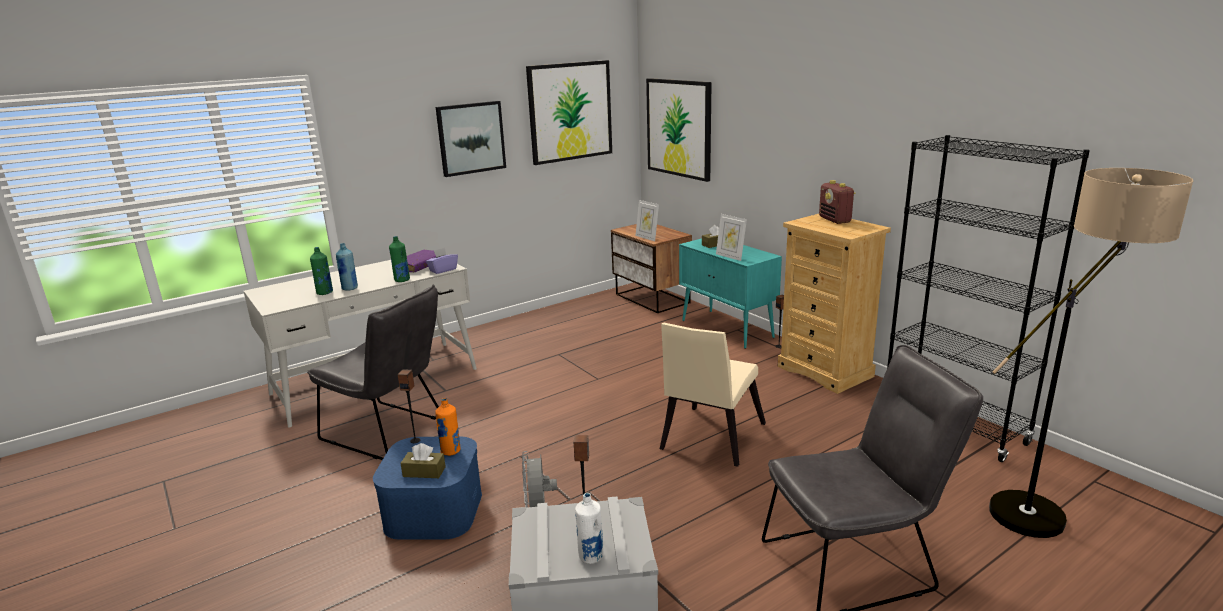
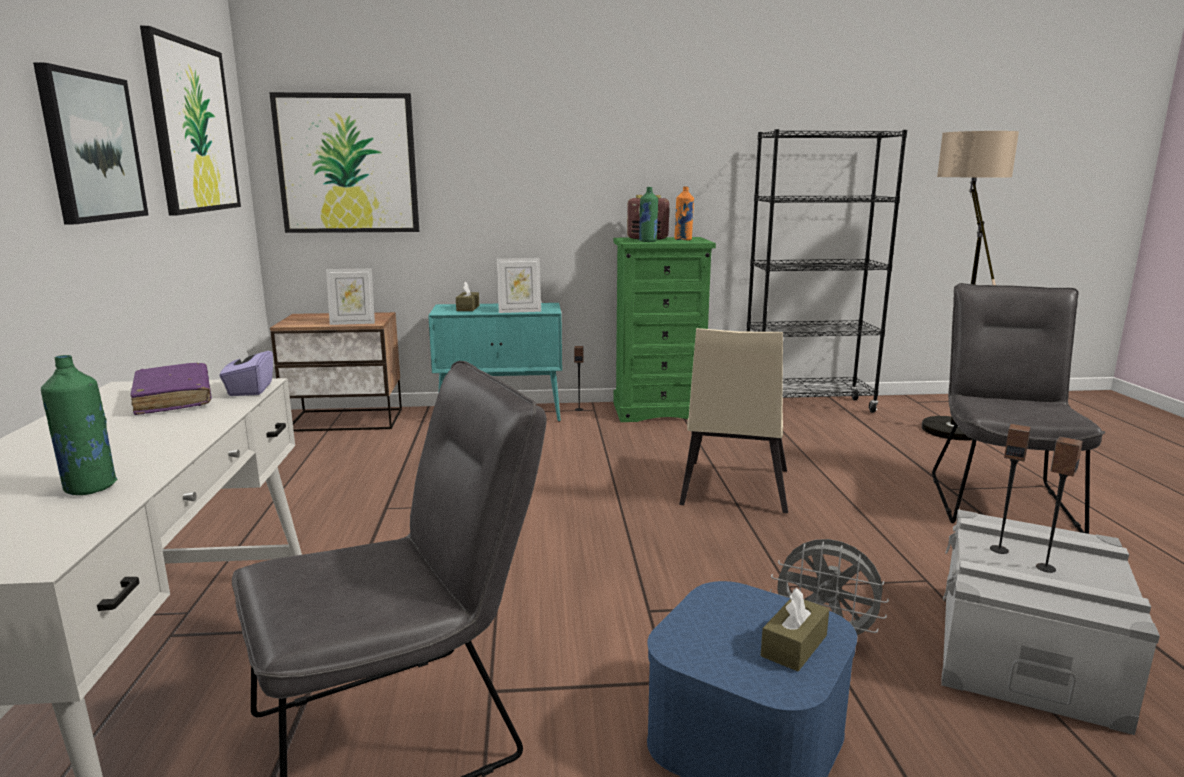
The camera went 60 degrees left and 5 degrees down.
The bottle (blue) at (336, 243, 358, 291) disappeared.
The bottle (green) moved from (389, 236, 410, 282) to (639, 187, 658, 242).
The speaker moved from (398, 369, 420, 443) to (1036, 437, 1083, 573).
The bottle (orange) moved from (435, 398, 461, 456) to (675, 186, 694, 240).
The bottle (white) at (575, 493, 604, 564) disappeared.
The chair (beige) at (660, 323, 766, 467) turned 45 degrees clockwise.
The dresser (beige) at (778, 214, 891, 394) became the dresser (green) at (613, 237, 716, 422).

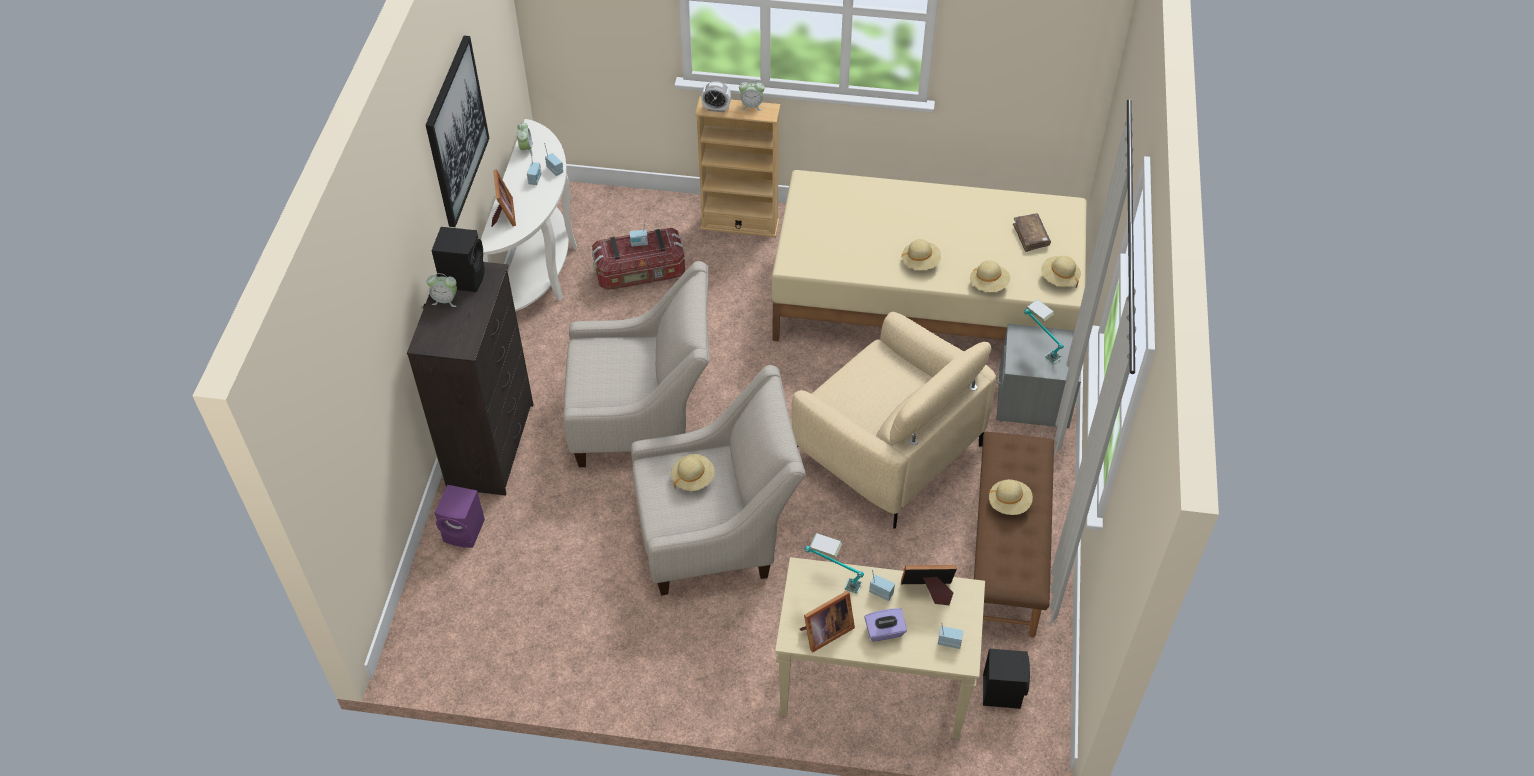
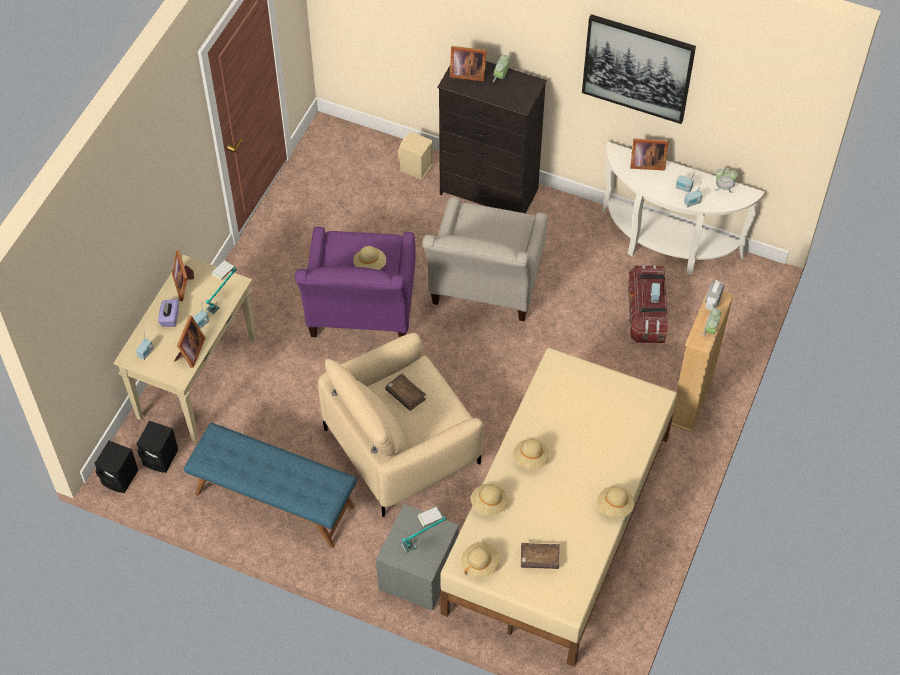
The camera went 105 degrees right and 5 degrees up.
The speaker (black) moved from (431, 227, 485, 292) to (94, 441, 138, 493).
The speaker (purple) at (435, 485, 485, 548) became the speaker (beige) at (398, 131, 433, 180).
The armchair (beige) at (631, 365, 806, 595) became the armchair (purple) at (295, 227, 416, 337).
The bench (brown) at (974, 432, 1054, 638) became the bench (blue) at (184, 423, 357, 548).
The hat (beige) moved from (988, 479, 1033, 515) to (597, 486, 634, 518).
The book (brown) at (385, 374, 426, 411) appeared.
The picture frame at (450, 46, 486, 81) appeared.

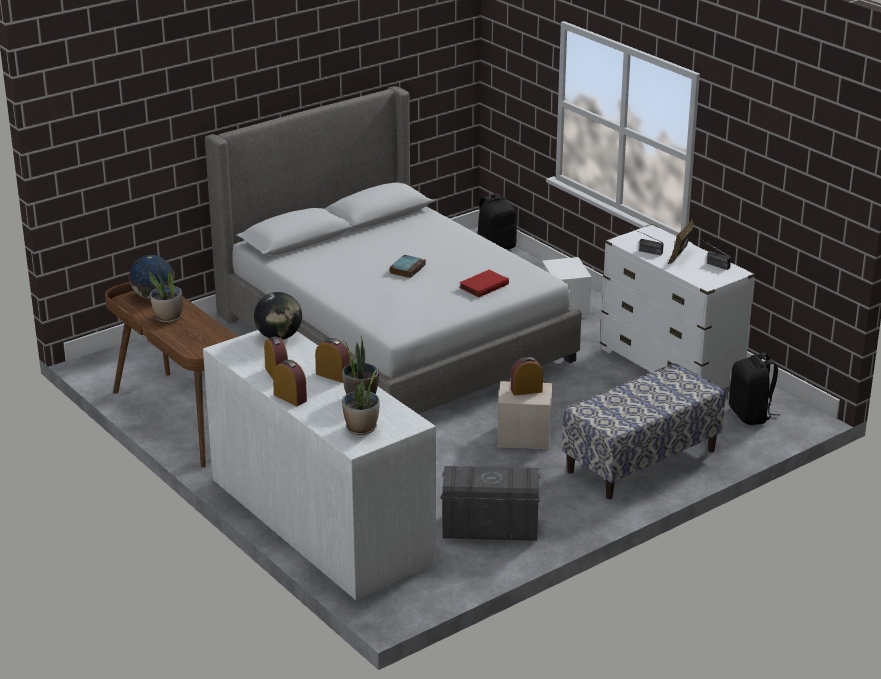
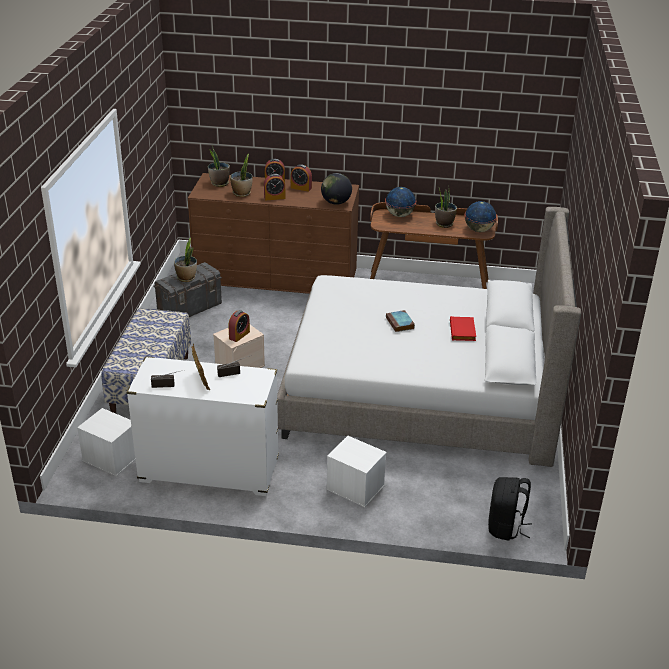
The camera went 135 degrees right and 5 degrees up.
The dresser (white) at (203, 330, 436, 600) became the dresser (brown) at (188, 173, 359, 294).
The book (red) moved from (459, 270, 509, 298) to (450, 316, 476, 341).
The backpack (black) at (729, 352, 780, 425) was replaced by the storage box (white) at (77, 408, 136, 476).
The potted plant at (174, 238, 197, 282) appeared.
The globe at (385, 187, 416, 217) appeared.

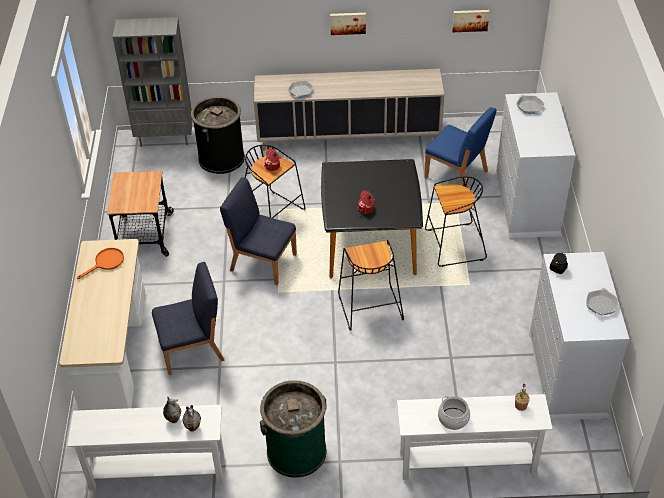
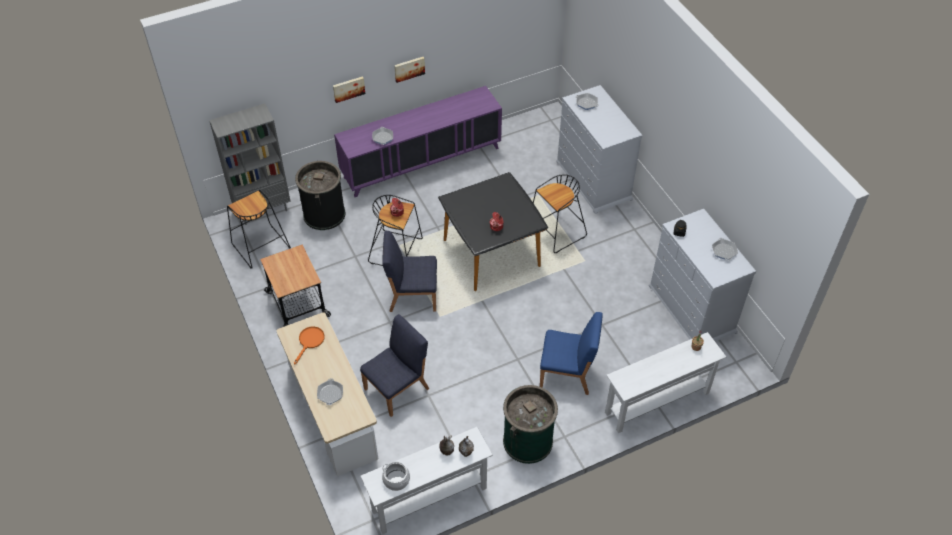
The camera went 25 degrees left and 5 degrees up.
The cabinet (beige) at (254, 69, 444, 151) became the cabinet (purple) at (334, 86, 502, 197).
The stool (black) moved from (338, 240, 404, 331) to (227, 190, 291, 269).
The chair (blue) moved from (425, 107, 496, 188) to (540, 312, 603, 395).
The cooking pot moved from (438, 396, 470, 430) to (382, 462, 410, 491).
The picture moved from (452, 10, 489, 32) to (333, 76, 365, 103).
The frying pan at (317, 378, 343, 405) appeared.

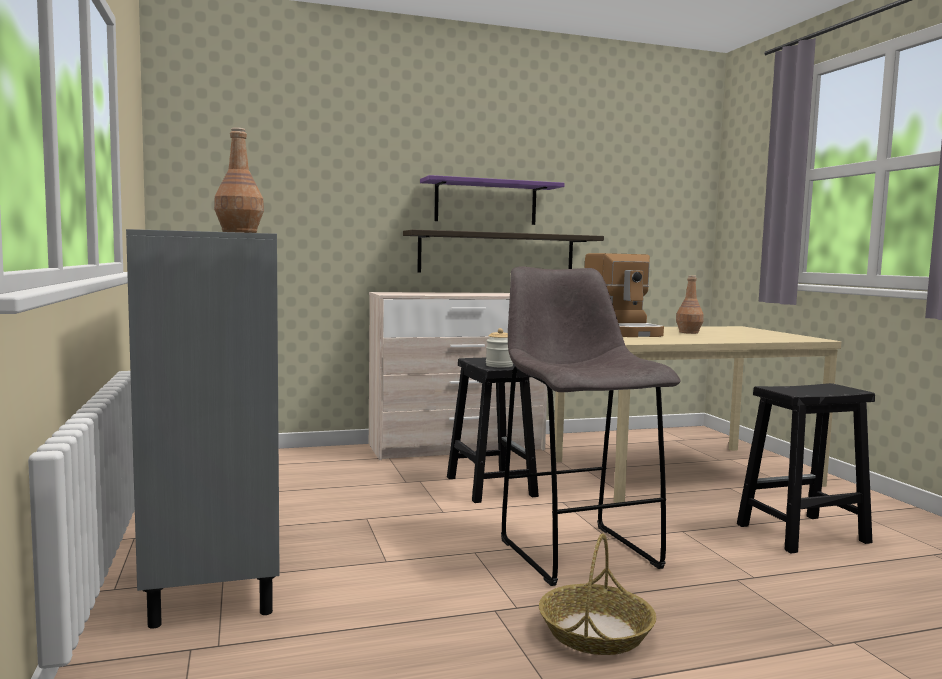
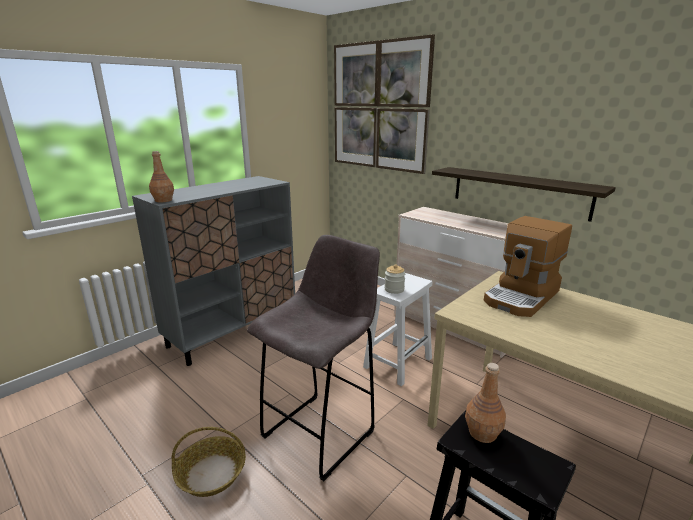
The camera went 60 degrees right and 15 degrees up.
The shelf (purple) at (420, 175, 564, 225) disappeared.
The stool (black) at (447, 358, 539, 503) became the stool (white) at (363, 273, 432, 386).
The bottle (brown) moved from (676, 275, 704, 334) to (465, 363, 506, 443).
The picture at (334, 34, 435, 174) appeared.

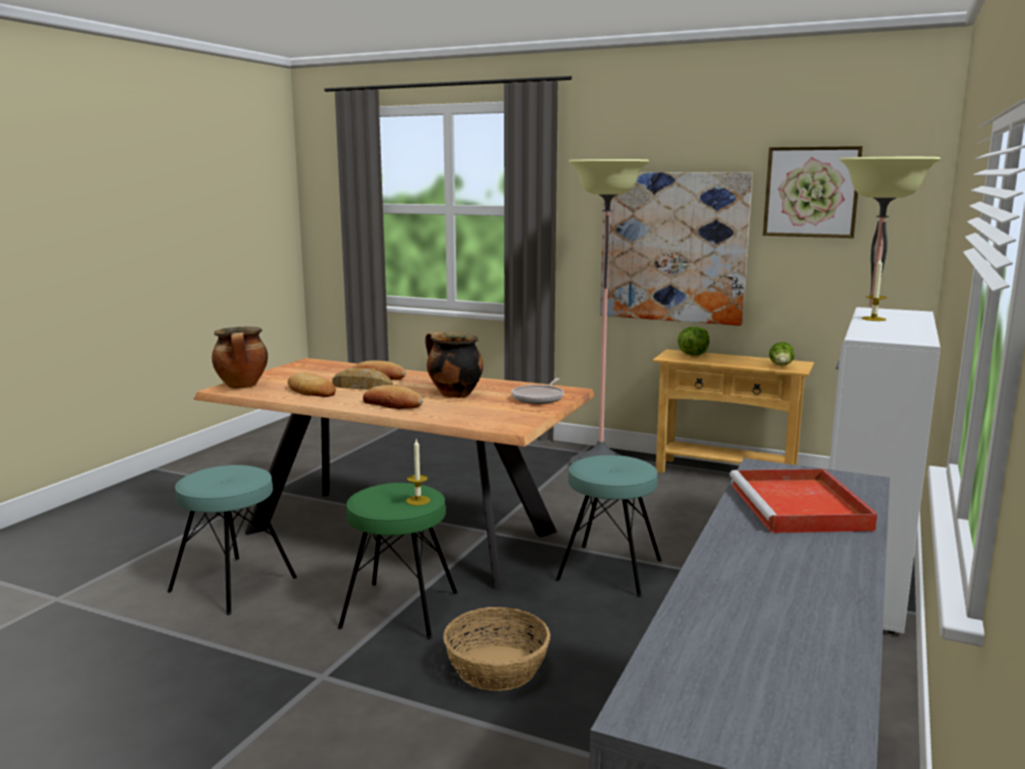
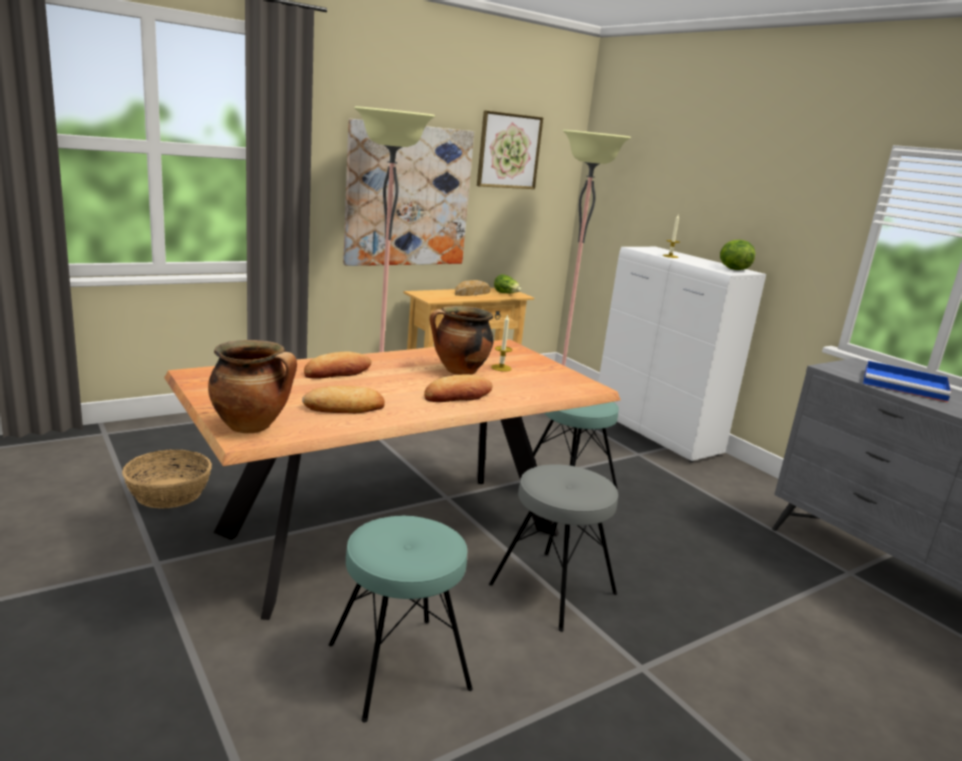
The camera went 60 degrees left and 5 degrees up.
The bread moved from (332, 368, 393, 390) to (455, 280, 491, 296).
The stool (green) at (338, 483, 458, 640) became the stool (grey) at (489, 464, 618, 632).
The candle moved from (406, 439, 430, 506) to (491, 314, 512, 372).
The basket moved from (443, 607, 550, 691) to (122, 450, 212, 508).
The frying pan at (512, 378, 564, 404) disappeared.
The lettuce moved from (678, 327, 709, 356) to (720, 240, 755, 270).
The tray (red) at (729, 469, 878, 533) became the tray (blue) at (863, 361, 951, 402).

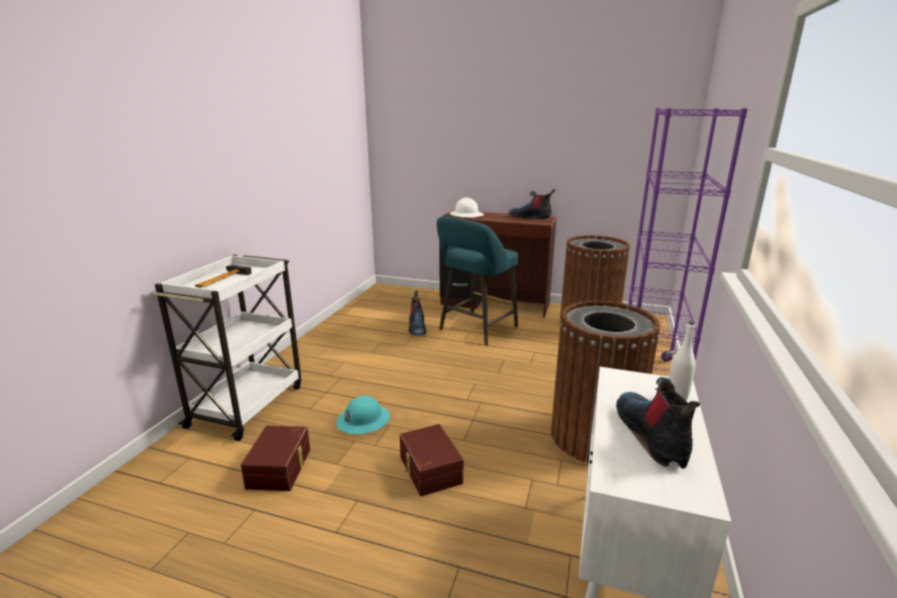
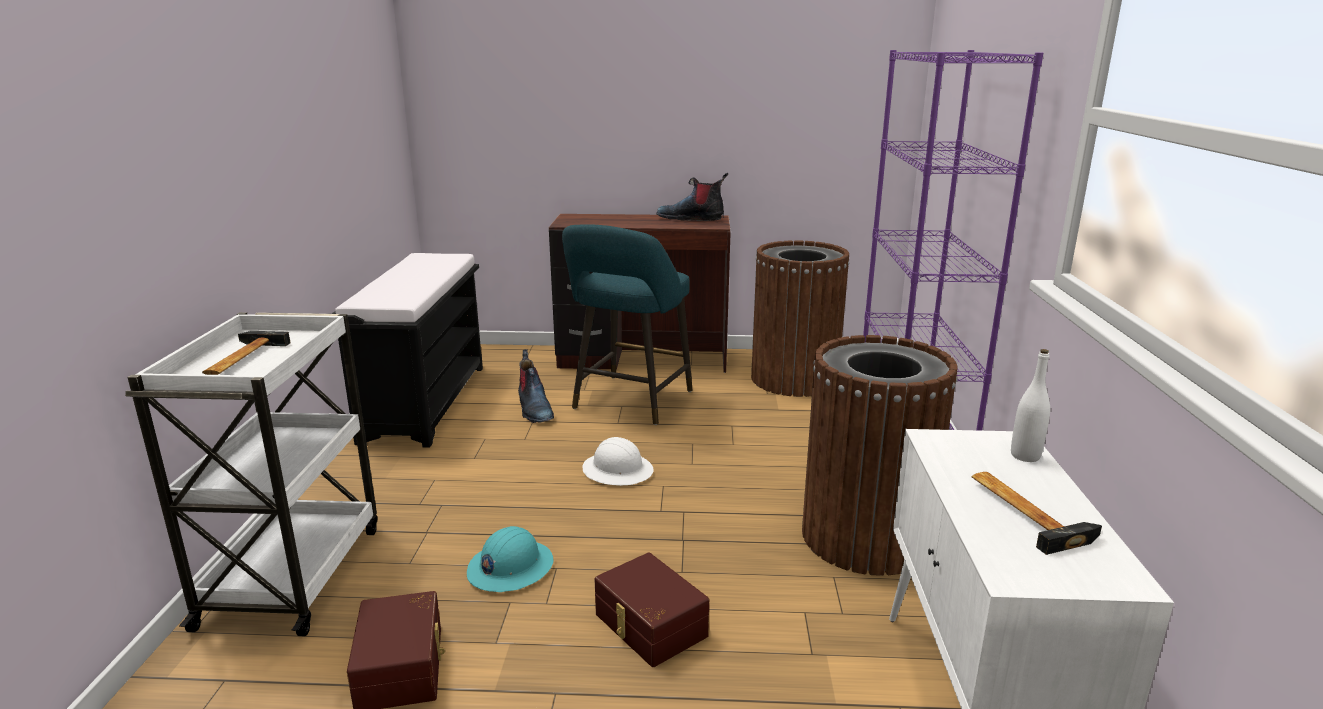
The camera went 15 degrees left and 0 degrees up.
The hard hat (white) moved from (450, 198, 484, 218) to (582, 437, 654, 486).
The boot at (616, 377, 700, 469) was replaced by the hammer at (972, 472, 1102, 555).
The bench (black) at (332, 253, 483, 448) appeared.

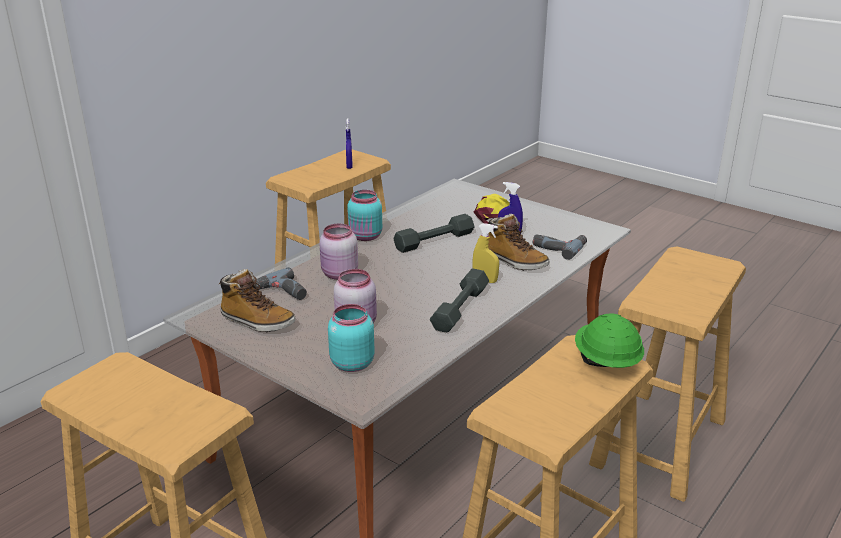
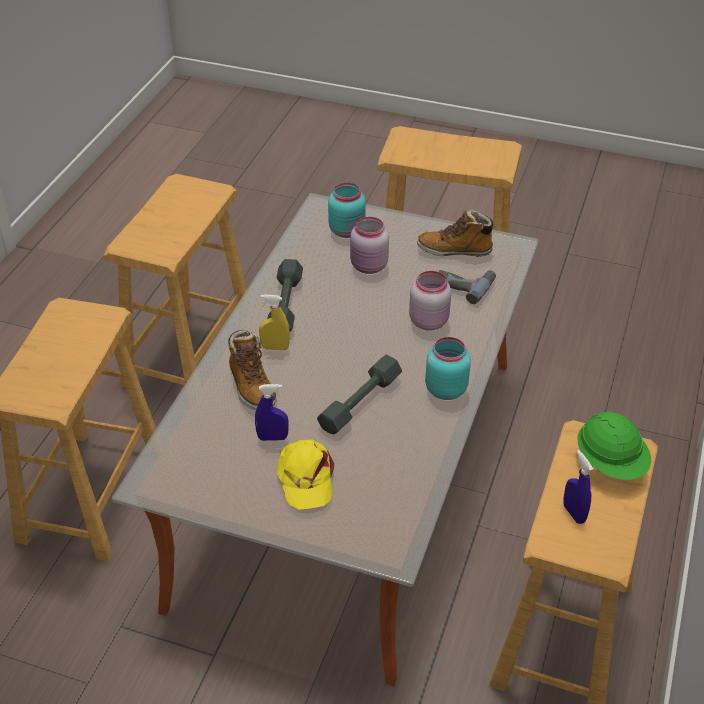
The camera went 160 degrees right and 15 degrees up.
The boot at (488, 214, 550, 271) turned 135 degrees counterclockwise.
The power drill at (533, 234, 587, 260) disappeared.
The hard hat (green) moved from (575, 313, 644, 368) to (577, 412, 651, 480).

